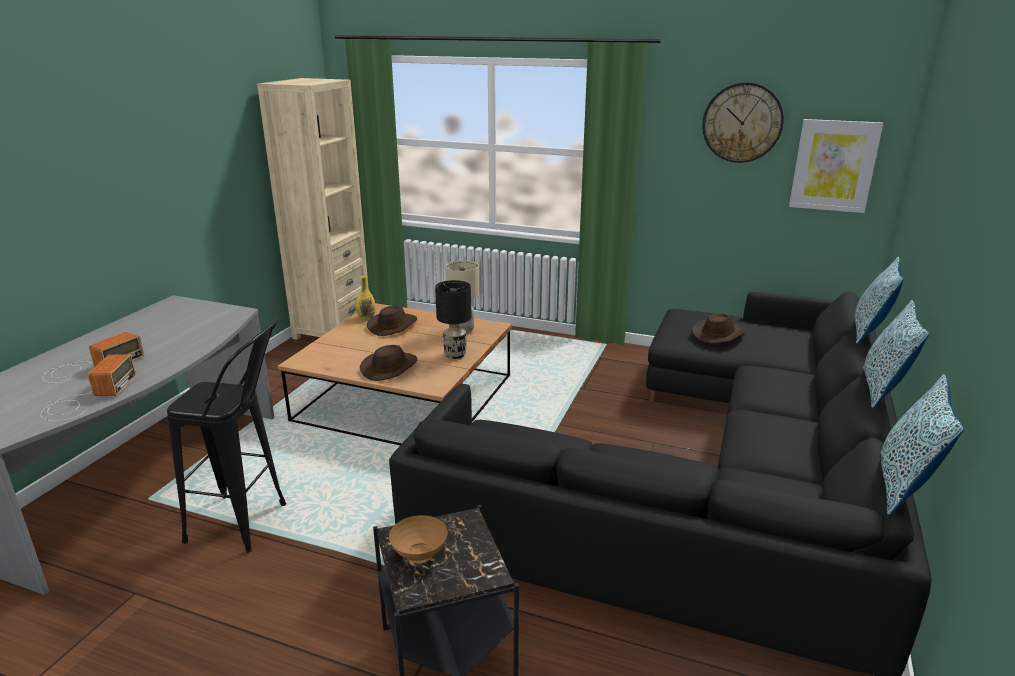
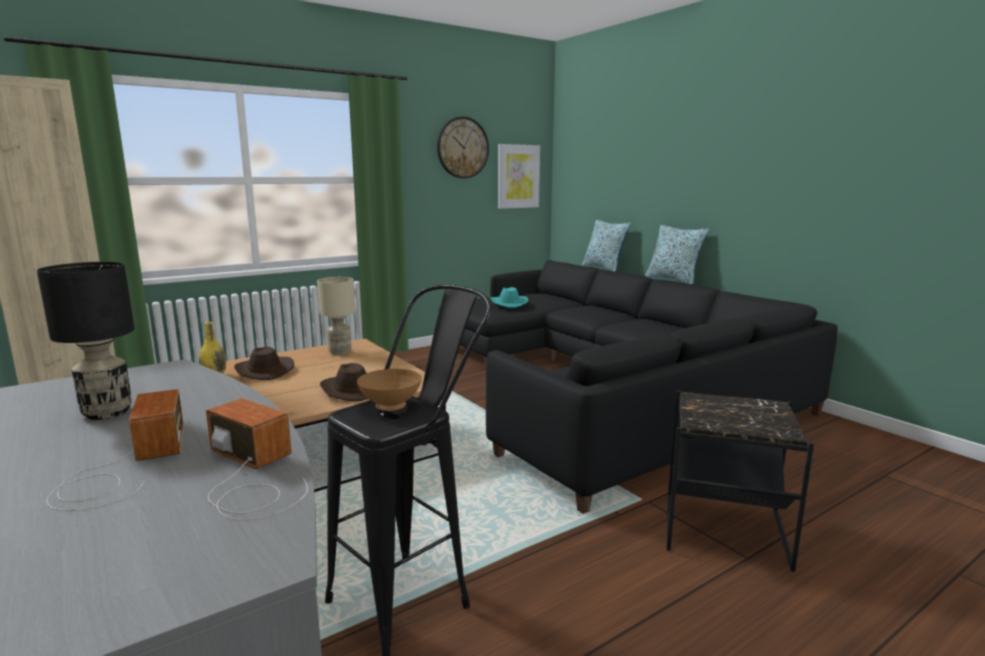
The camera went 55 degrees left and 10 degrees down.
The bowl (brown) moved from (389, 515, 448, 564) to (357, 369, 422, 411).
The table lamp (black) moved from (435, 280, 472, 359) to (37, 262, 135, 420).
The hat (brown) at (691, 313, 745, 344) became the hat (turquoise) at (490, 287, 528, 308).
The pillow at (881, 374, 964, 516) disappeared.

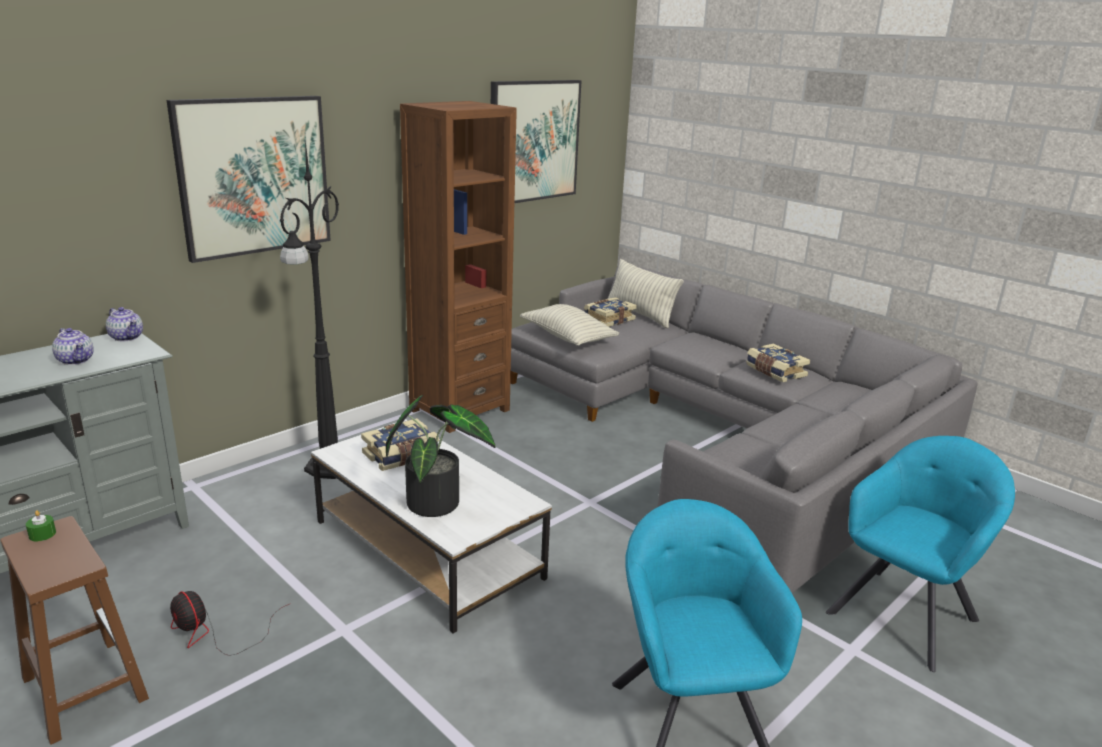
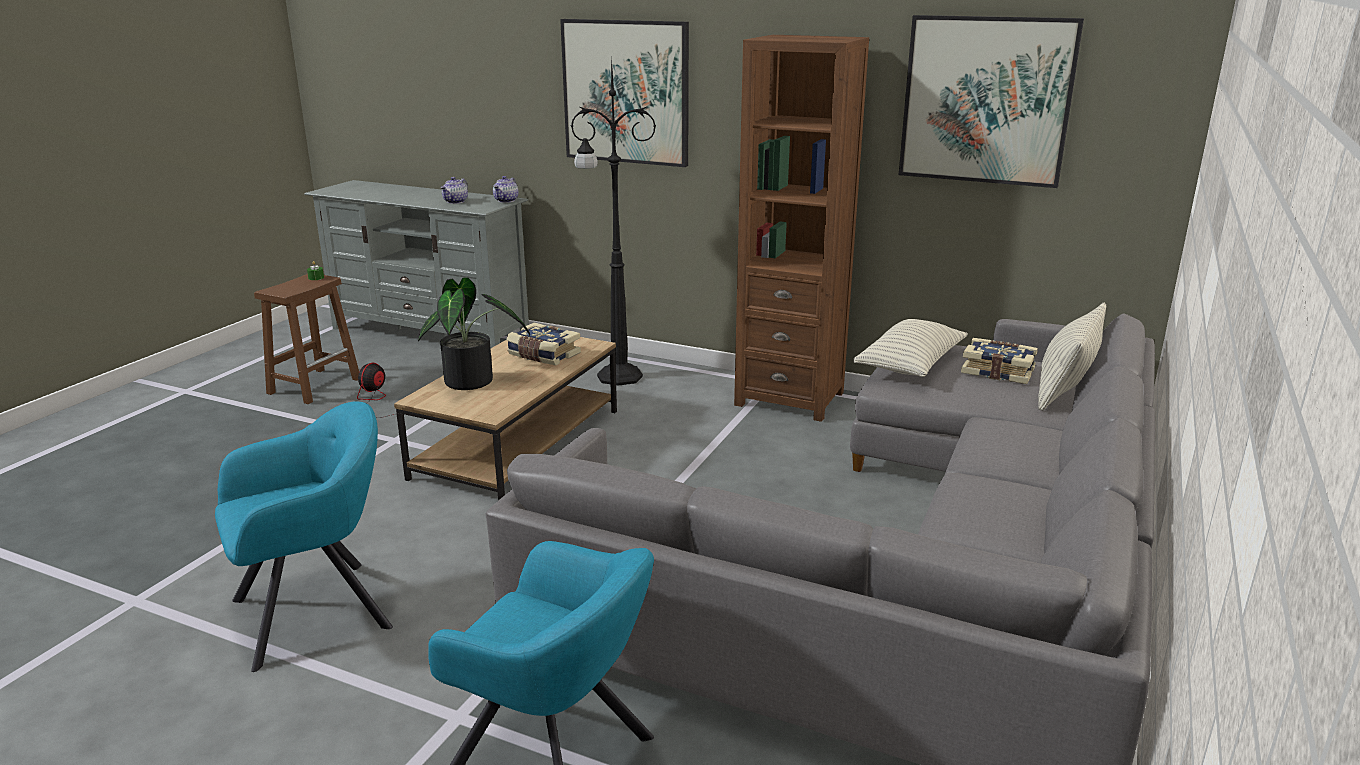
The camera went 70 degrees right and 0 degrees up.
The coffee table (white) at (311, 419, 552, 634) became the coffee table (brown) at (394, 337, 617, 500).
The book at (746, 343, 810, 382) disappeared.

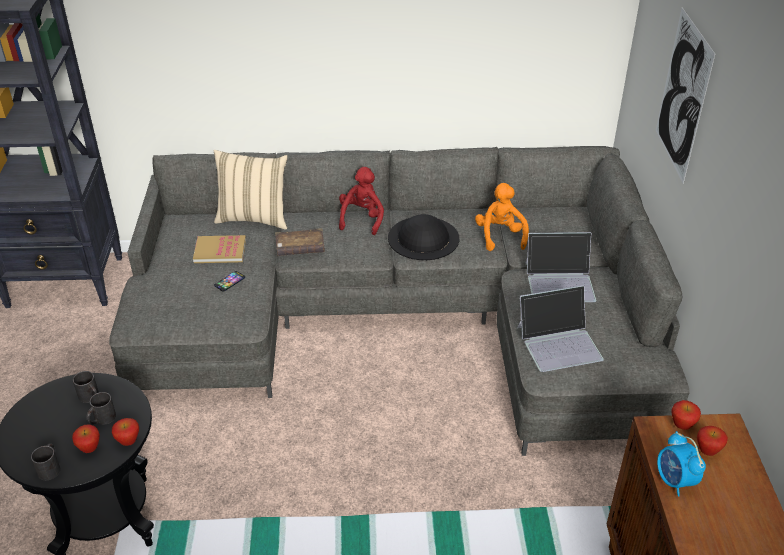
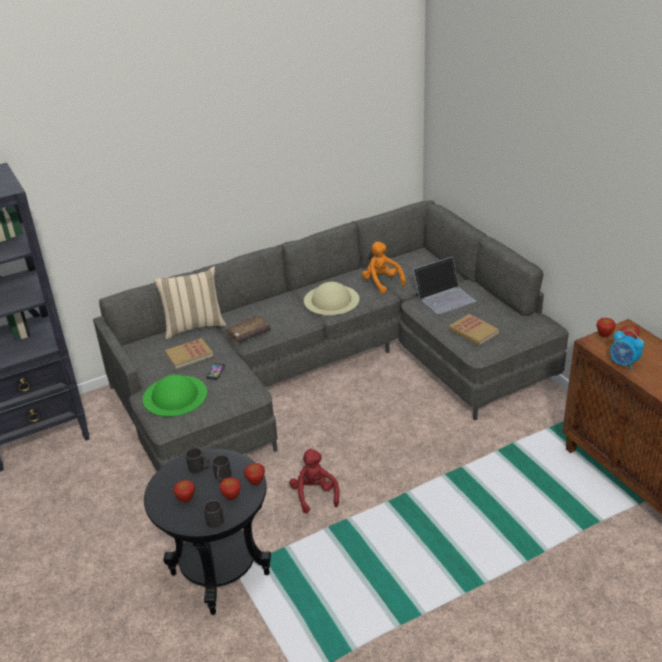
The camera went 25 degrees left and 5 degrees down.
The plush toy (red) moved from (339, 167, 384, 235) to (289, 449, 340, 514).
The hat (black) at (388, 214, 459, 260) became the hat (beige) at (304, 282, 359, 316).
The laptop at (517, 285, 604, 372) was replaced by the book at (449, 314, 499, 346).
The picture at (656, 8, 715, 184) disappeared.
The hat (green) at (143, 374, 207, 417) appeared.
The apple at (173, 480, 195, 502) appeared.

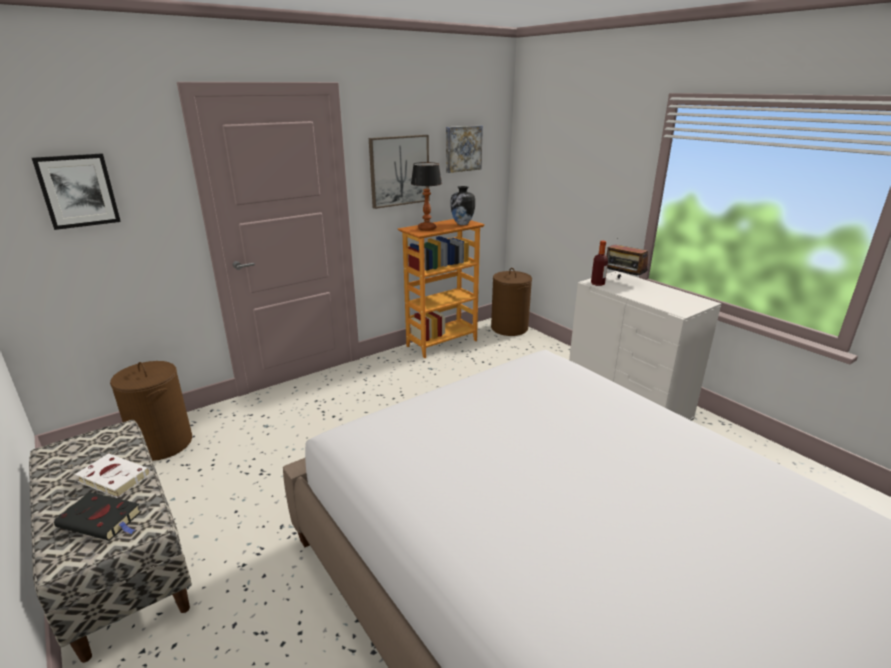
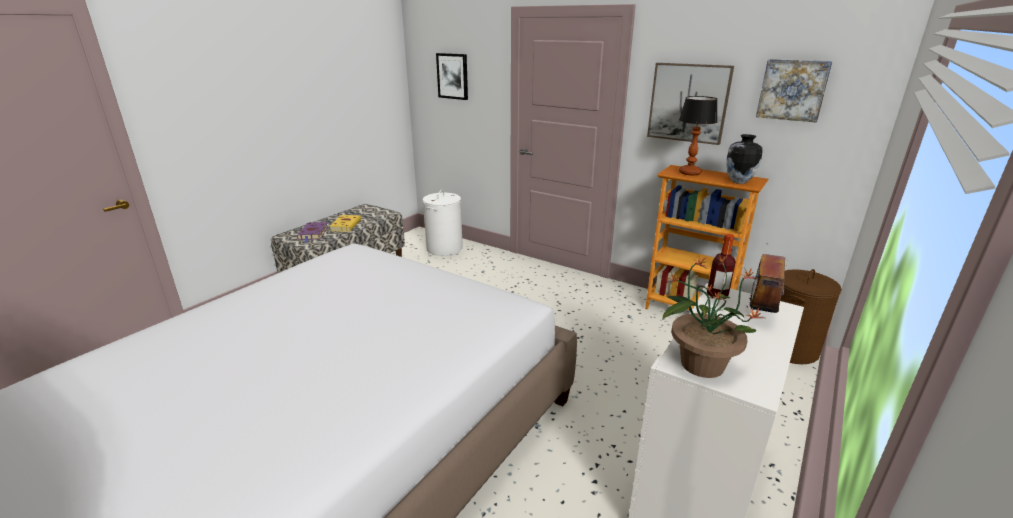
The camera went 70 degrees right and 0 degrees up.
The book (black) at (54, 492, 142, 541) became the book (purple) at (297, 222, 328, 243).
The book (white) at (75, 453, 150, 498) became the book (yellow) at (329, 215, 361, 232).
The laundry basket (brown) at (110, 361, 192, 461) became the laundry basket (white) at (423, 190, 463, 256).
The potted plant at (663, 255, 764, 378) appeared.

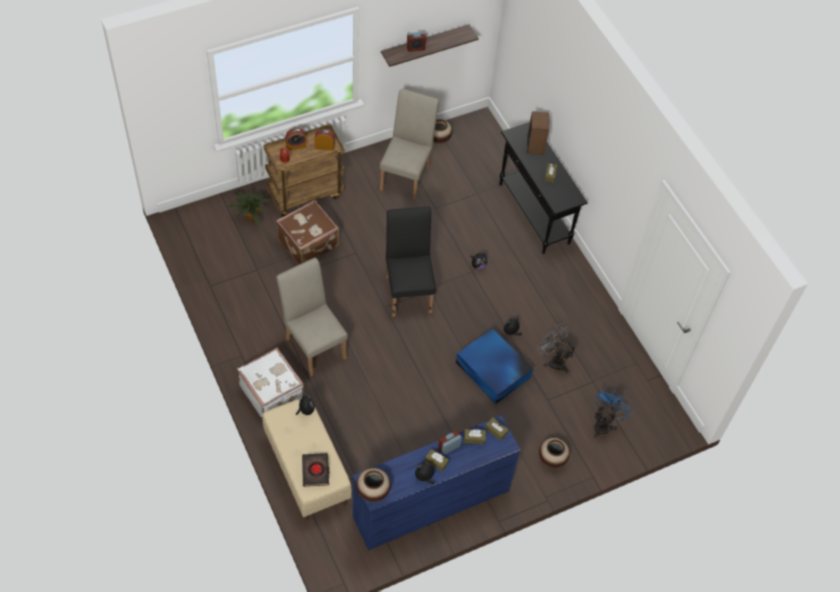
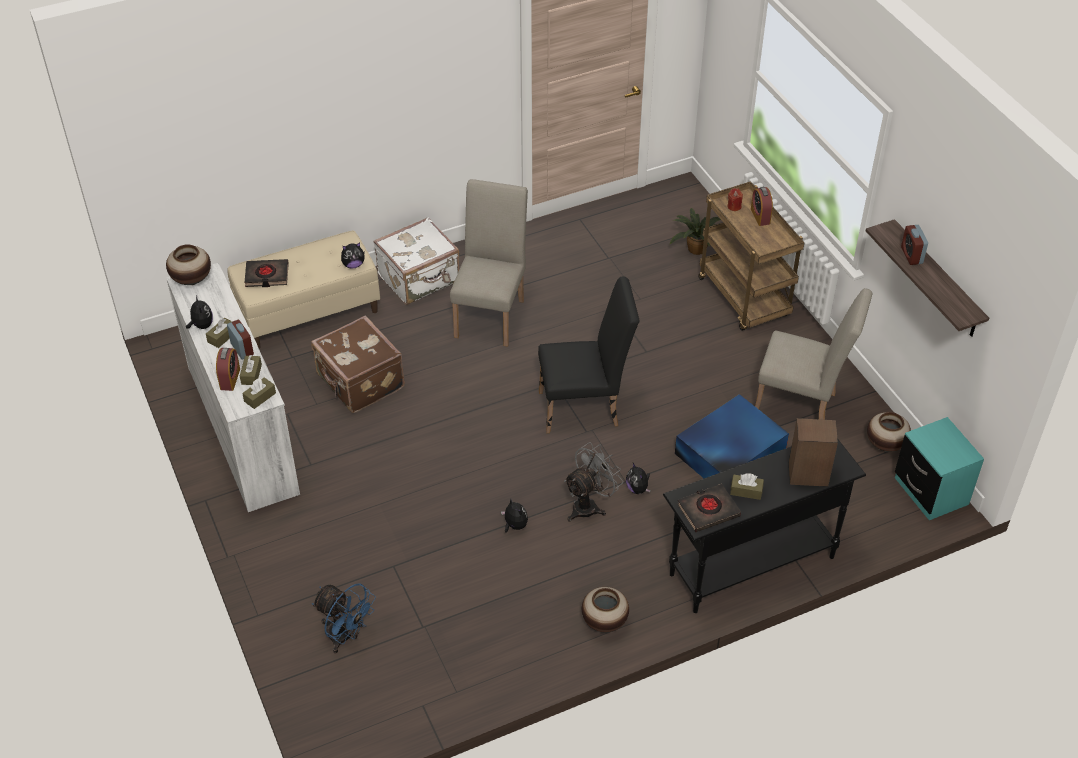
The camera went 95 degrees right and 10 degrees down.
The suitcase (brown) moved from (276, 200, 339, 265) to (311, 316, 405, 413).
The chair (beige) at (276, 257, 348, 377) turned 45 degrees counterclockwise.
The alarm clock moved from (315, 129, 335, 151) to (216, 348, 240, 391).
The dresser (blue) at (353, 415, 521, 551) became the dresser (white) at (166, 263, 300, 512).
The storage box (blue) moved from (456, 328, 533, 404) to (675, 394, 789, 478).
The fan (grey) moved from (537, 323, 576, 374) to (564, 442, 623, 522).
The vase moved from (539, 438, 570, 468) to (582, 587, 629, 633).
The book (black) at (677, 484, 741, 532) appeared.
The nightstand (turquoise) at (895, 417, 984, 520) appeared.

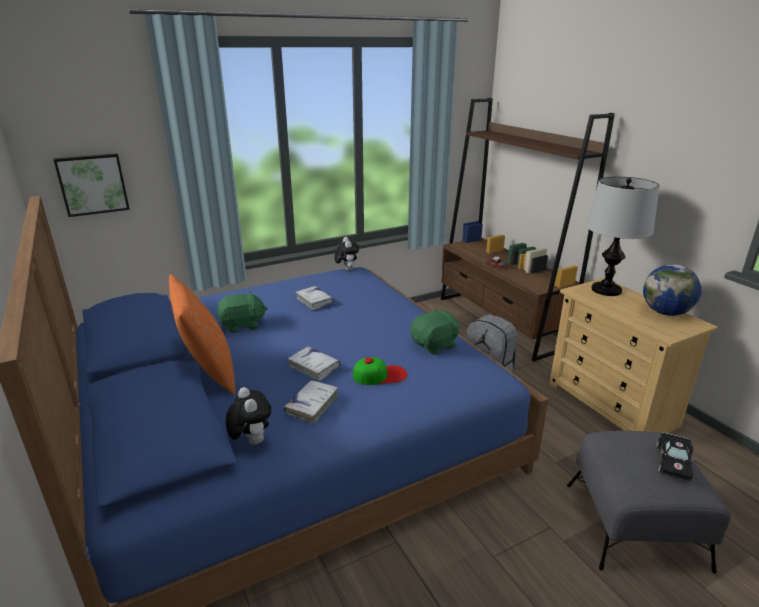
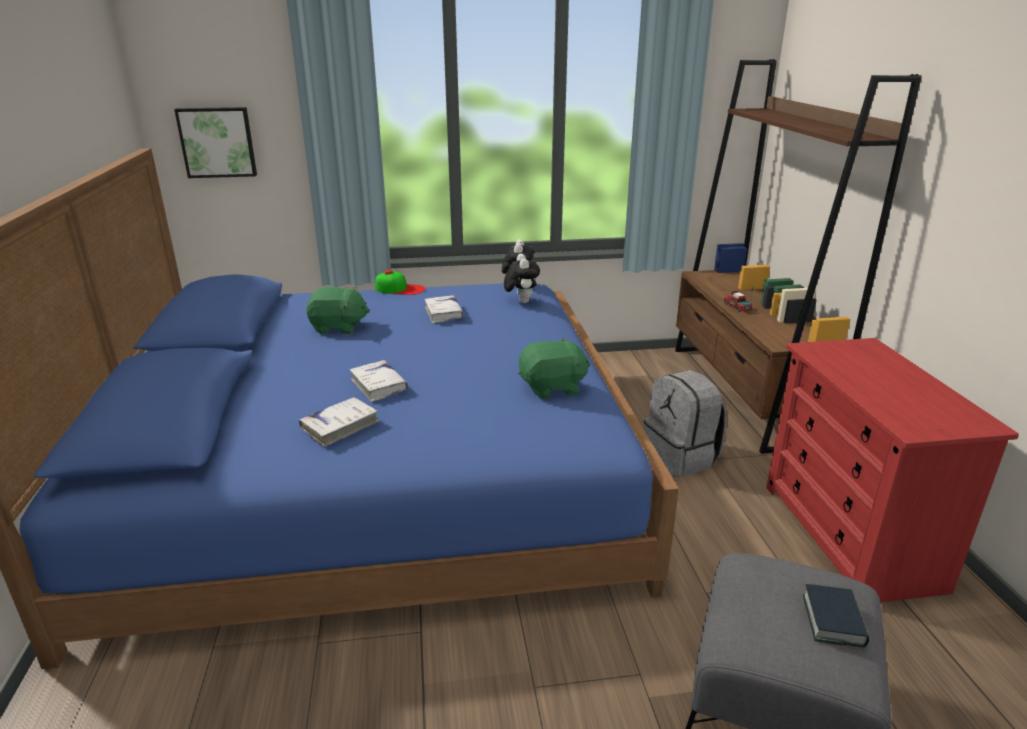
The camera went 20 degrees right and 0 degrees up.
The pillow (orange) at (169, 274, 236, 395) disappeared.
The plush toy moved from (226, 387, 272, 445) to (504, 254, 540, 303).
The cap moved from (353, 357, 407, 385) to (375, 270, 425, 295).
The dresser (beige) at (549, 278, 718, 433) became the dresser (red) at (766, 338, 1019, 602).
The table lamp at (586, 177, 660, 296) disappeared.
The globe at (643, 264, 702, 316) disappeared.
The toy car (black) at (656, 432, 694, 481) was replaced by the book at (803, 584, 869, 648).

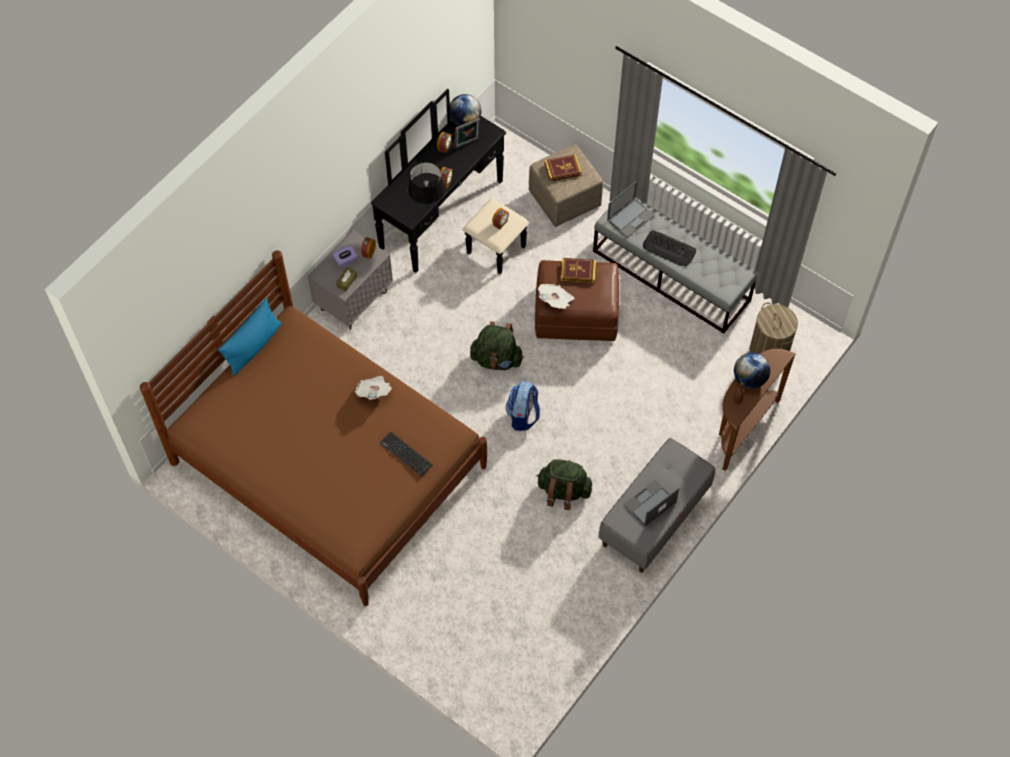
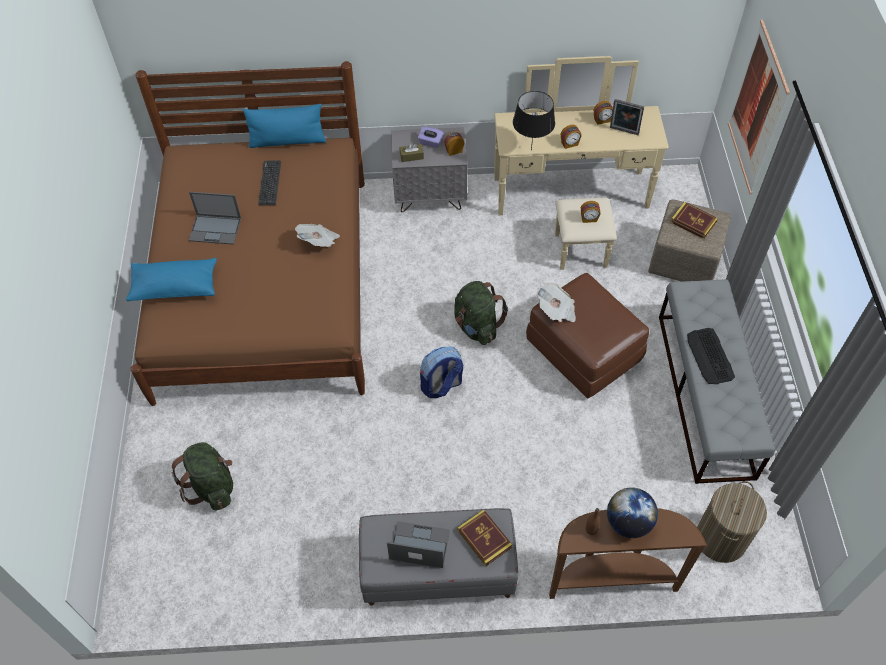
The camera went 50 degrees right and 5 degrees down.
The dresser (black) at (371, 89, 529, 274) became the dresser (beige) at (494, 56, 669, 270).
The keyboard moved from (380, 432, 433, 476) to (258, 160, 281, 205).
The globe at (449, 94, 481, 126) disappeared.
The backpack (green) moved from (536, 459, 592, 510) to (172, 442, 233, 511).
The book moved from (561, 258, 596, 283) to (458, 509, 512, 566).
The laptop moved from (607, 181, 655, 238) to (189, 192, 241, 245).
The pillow (blue) at (126, 258, 217, 301) appeared.
The picture at (728, 20, 790, 194) appeared.

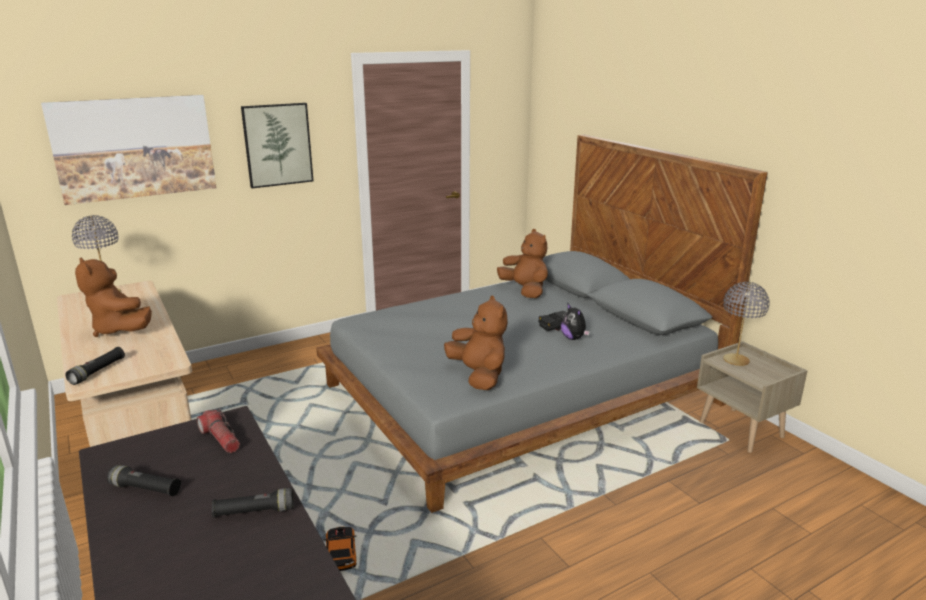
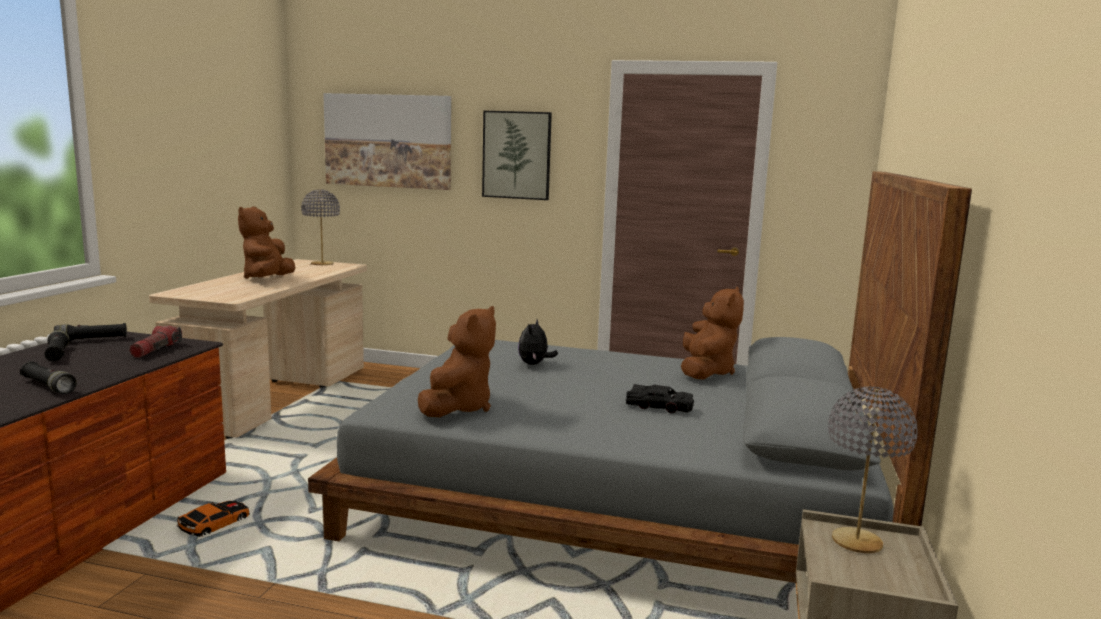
The camera went 45 degrees right and 10 degrees down.
The flashlight (black) moved from (65, 347, 125, 385) to (54, 323, 127, 342).
The plush toy moved from (560, 302, 590, 340) to (518, 319, 558, 365).

